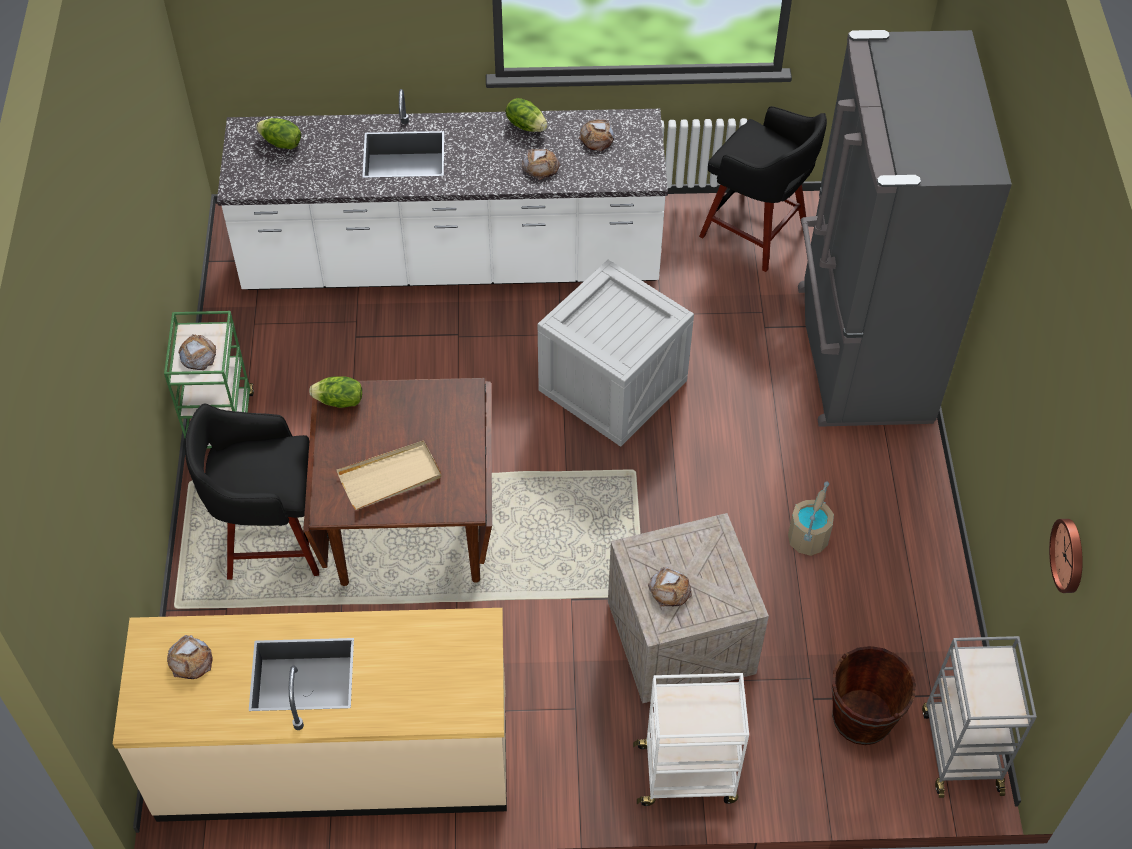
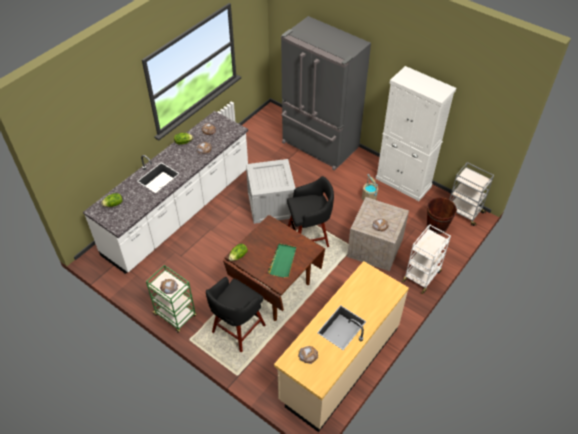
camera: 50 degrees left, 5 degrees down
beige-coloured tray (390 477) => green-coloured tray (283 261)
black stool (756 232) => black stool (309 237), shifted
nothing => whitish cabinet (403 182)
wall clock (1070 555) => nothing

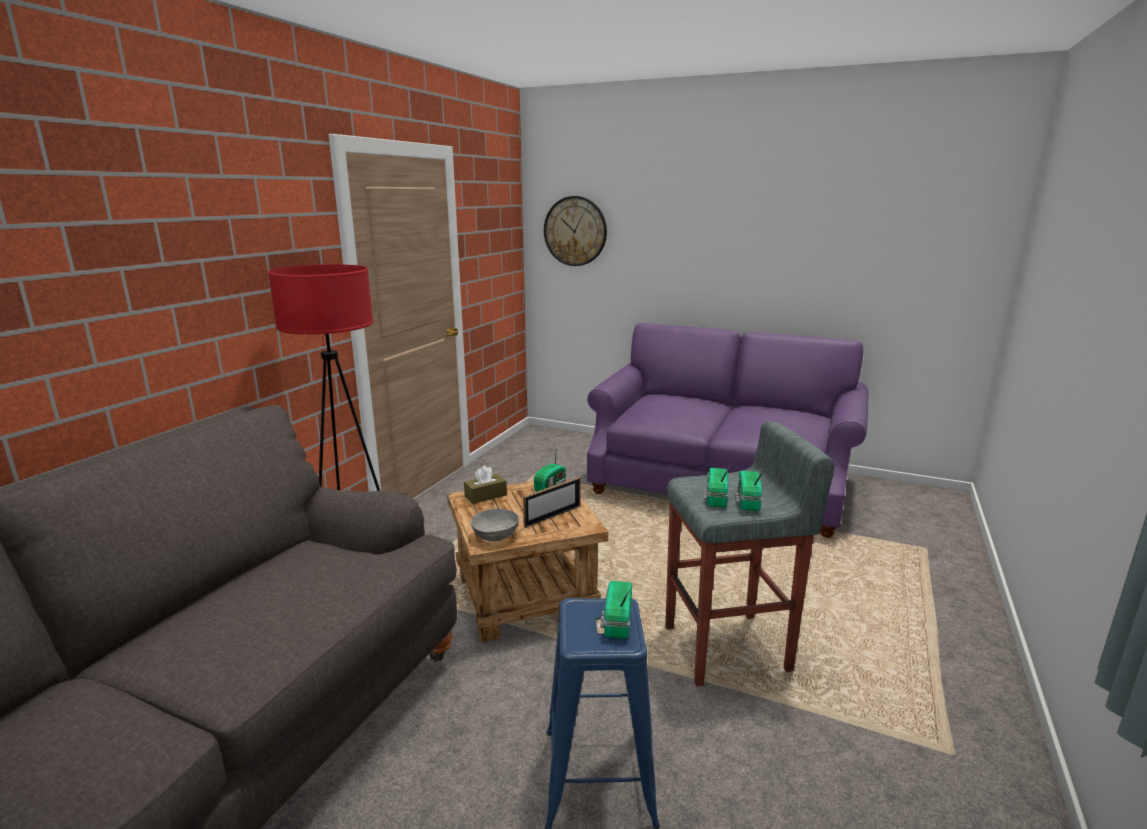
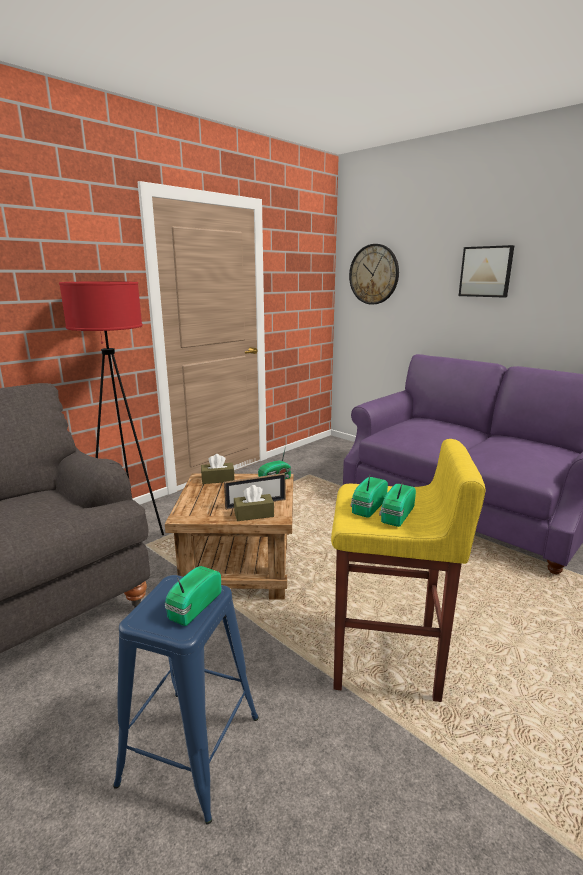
camera: 20 degrees right, 0 degrees up
nothing => brown-coloured tissue holder (254 514)
greyish stool (728 649) => yellow-coloured stool (387 661)
nothing => wall art (486 271)
greyish bowl (496 535) => nothing

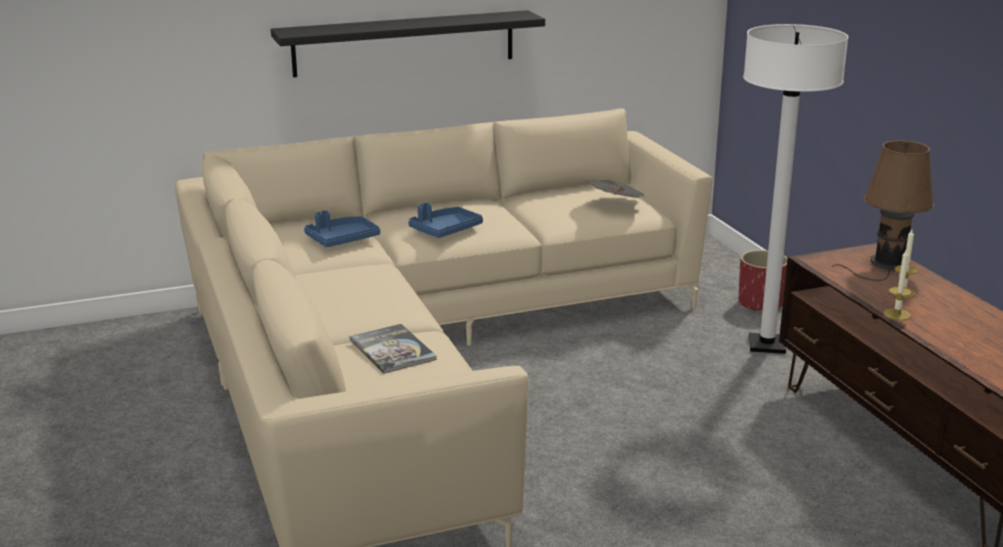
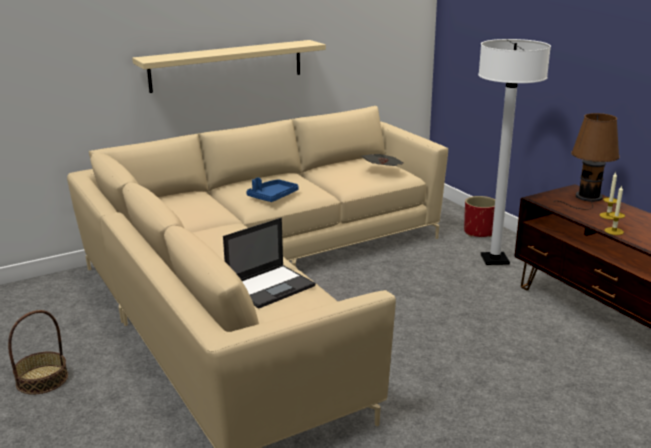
camera: 10 degrees left, 0 degrees up
nothing => household basket (42 379)
black bracket shelf (404 43) => beige-coloured bracket shelf (227 65)
bound book (392 350) => laptop (271 286)
blue-coloured tray (342 239) => nothing

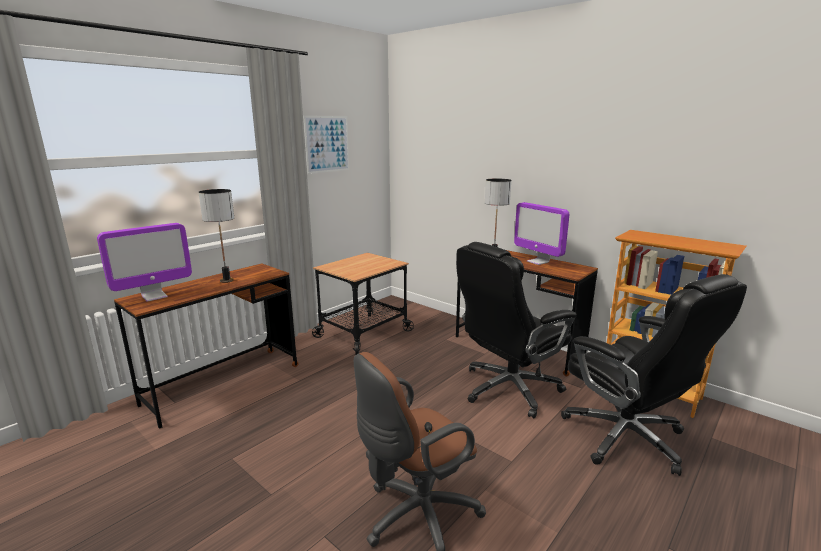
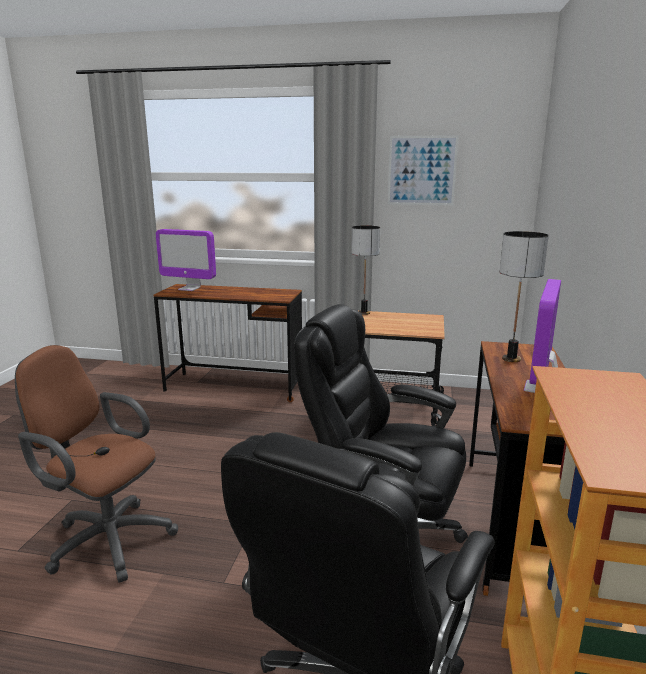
camera: 60 degrees right, 0 degrees up
tabletop lamp (226 280) => tabletop lamp (363 313), shifted

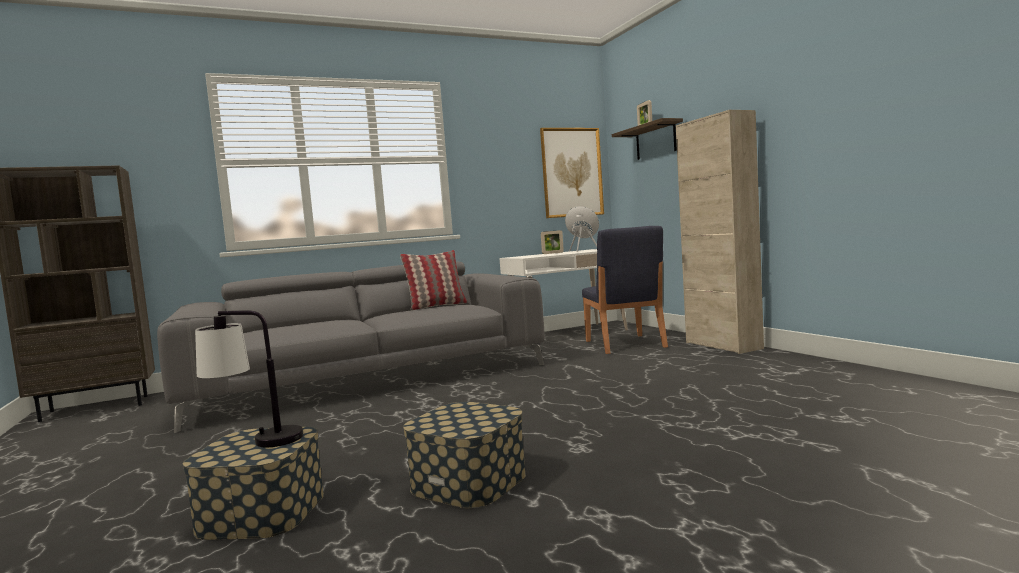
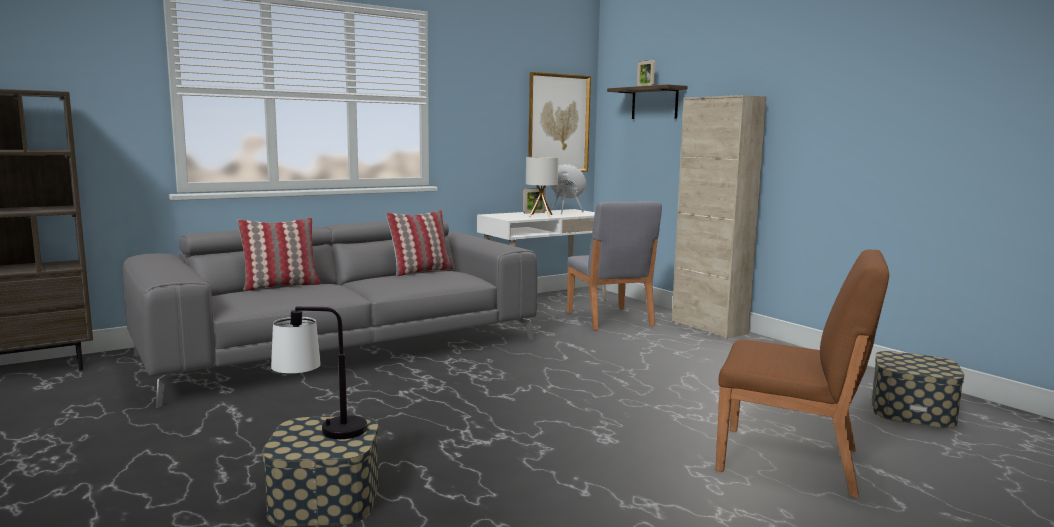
camera: 10 degrees left, 5 degrees up
nothing => cushion (280 286)
nothing => tabletop lamp (540 215)
blue-coloured chair (624 344) => greyish chair (609 319)
nothing => brown-coloured chair (790 460)
storage bin (468 481) => storage bin (912 411), shifted

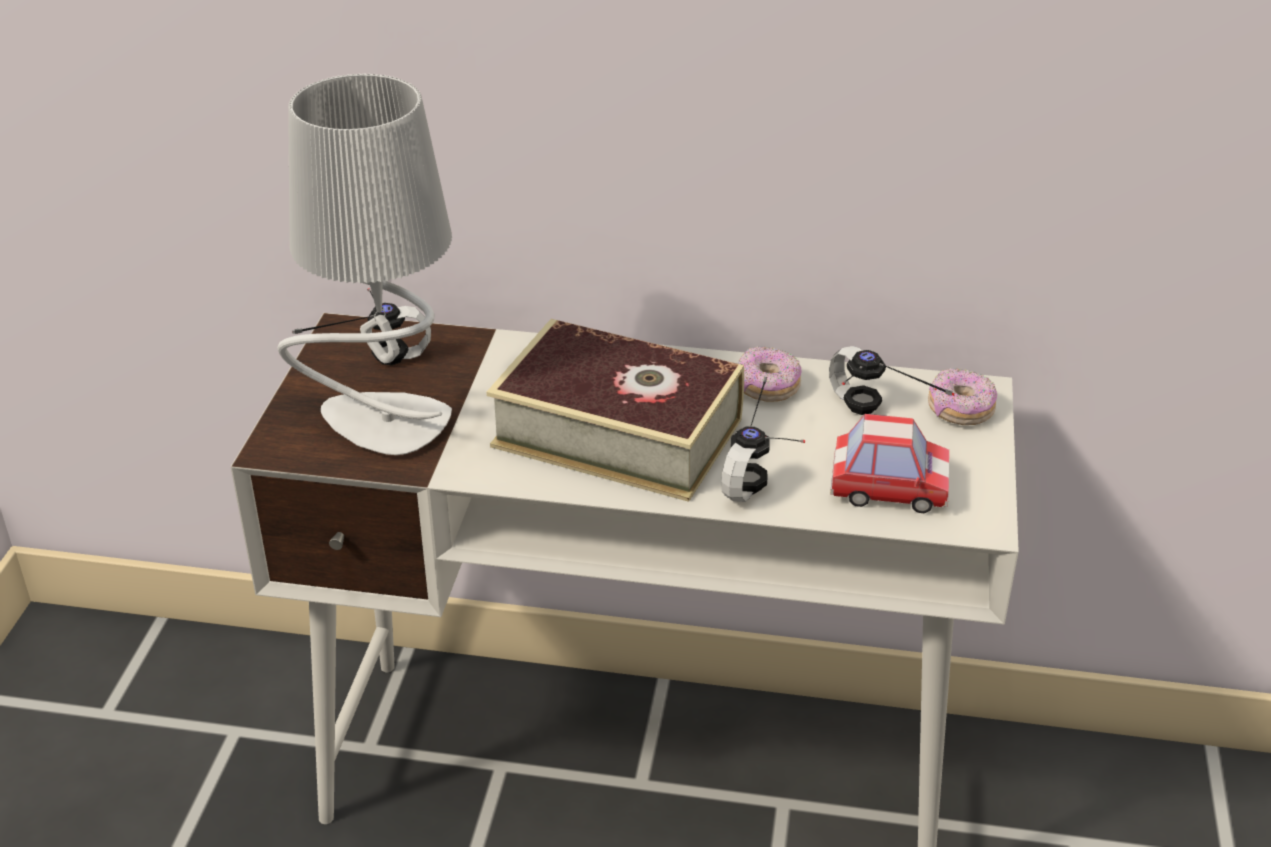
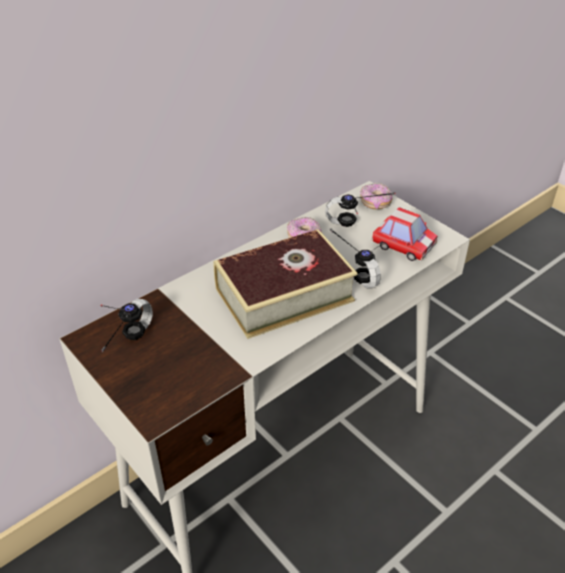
camera: 50 degrees left, 5 degrees up
miniature car (888 489) => miniature car (403 246), 75 degrees clockwise
greyish tabletop lamp (383 425) => nothing

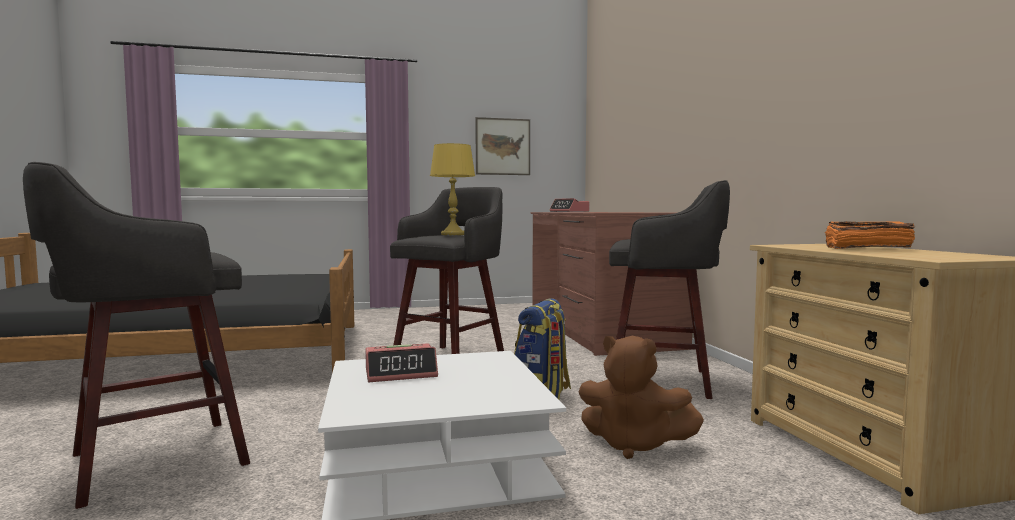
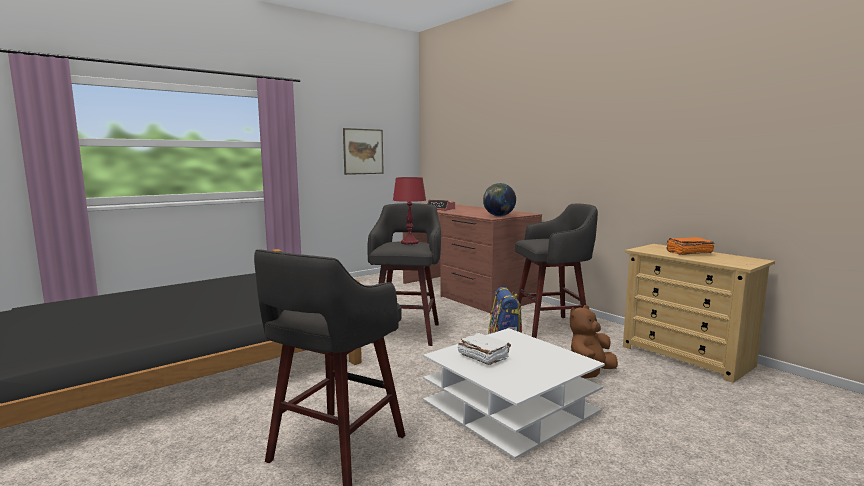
camera: 25 degrees left, 5 degrees up
yellow-coloured tabletop lamp (453 234) => reddish tabletop lamp (409 242)
alarm clock (401 373) => whitish bound book (483 357)
nothing => desk globe (499 216)
brown-coloured cuddly toy (634 445) => brown-coloured cuddly toy (590 373), 135 degrees clockwise

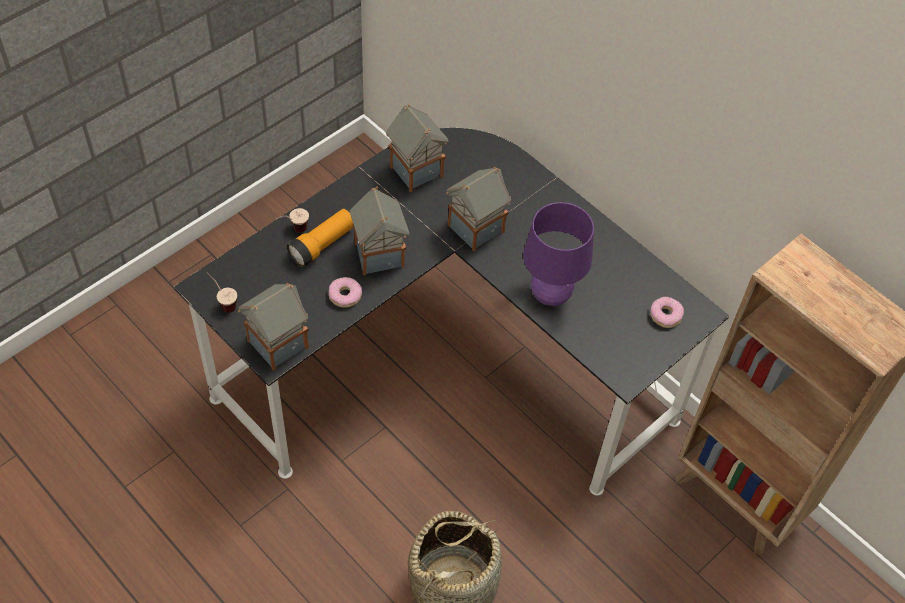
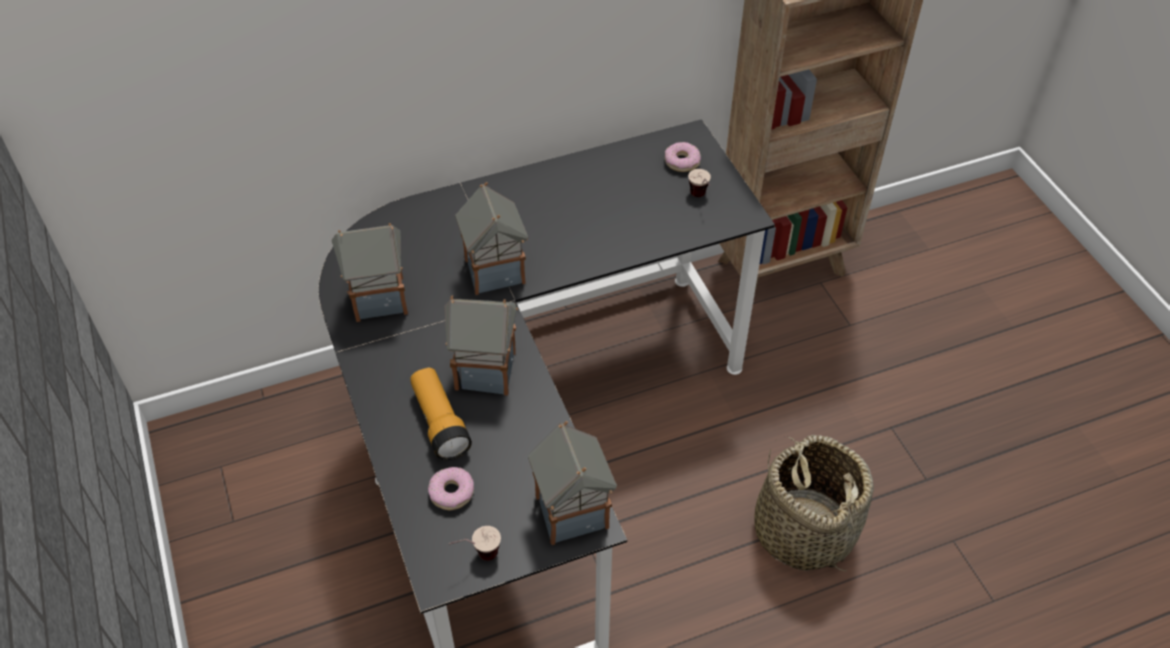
camera: 65 degrees left, 5 degrees down
doughnut (345 295) => doughnut (451 492), shifted
cup (293 231) => cup (700 198), shifted
purple-coloured tabletop lamp (550 295) => nothing

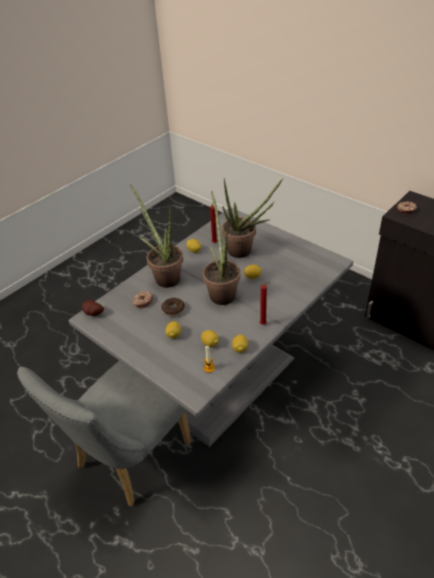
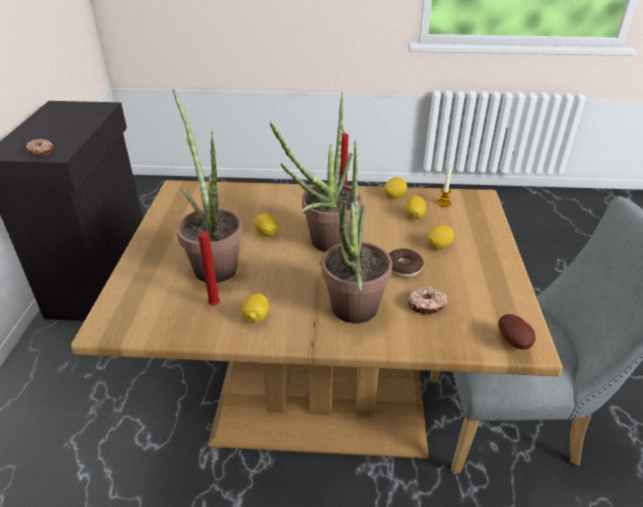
camera: 130 degrees left, 5 degrees down
greyish dining table (222 379) => brown-coloured dining table (321 402)

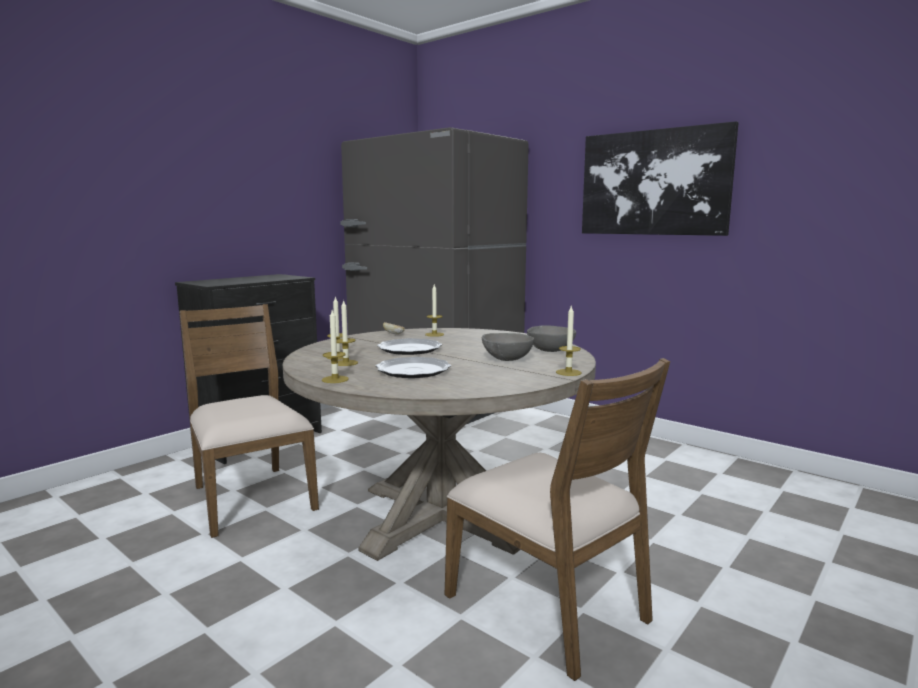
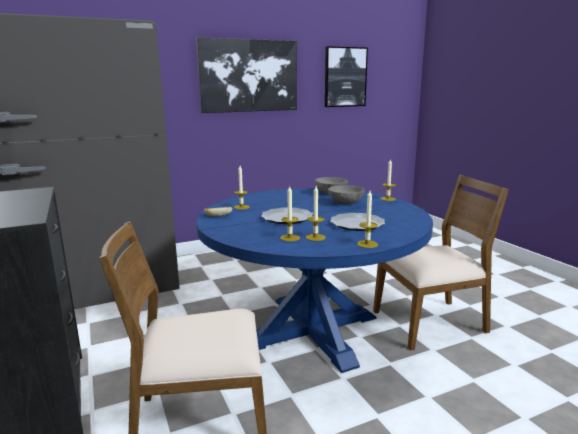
camera: 65 degrees left, 5 degrees up
beige-coloured dining table (441 515) => blue-coloured dining table (312 330)
nothing => wall art (345 77)

